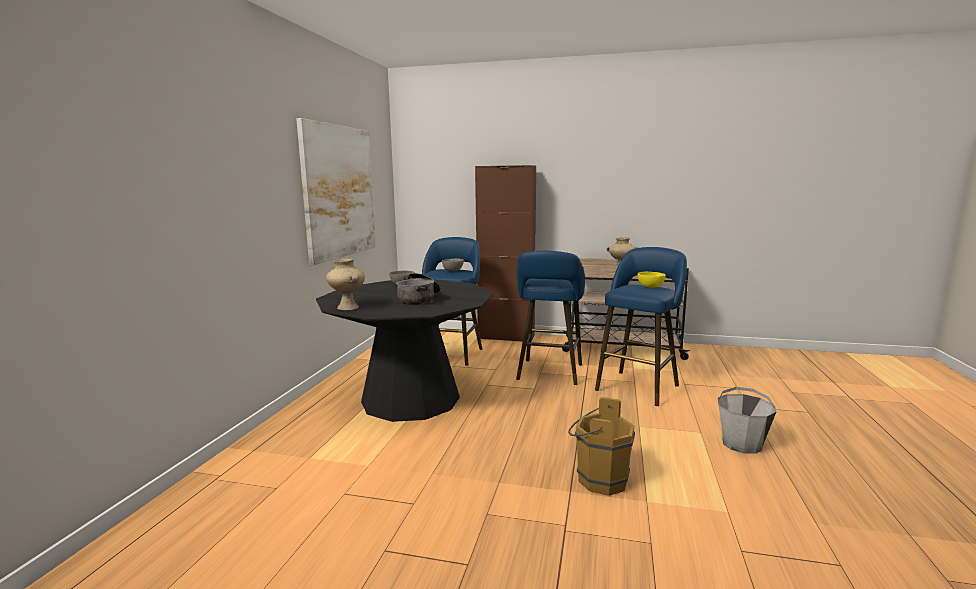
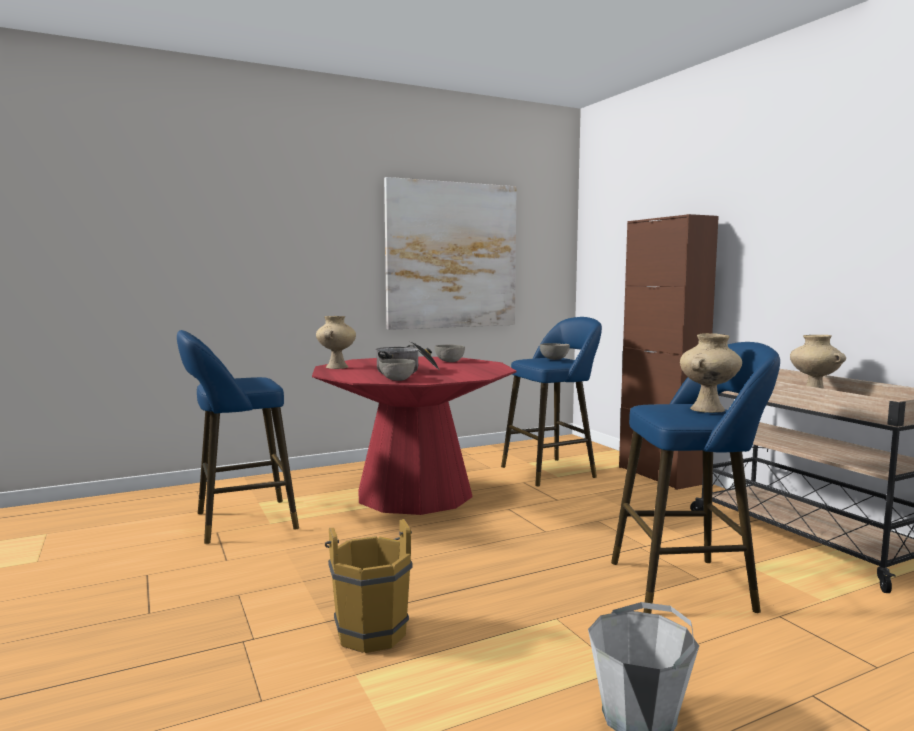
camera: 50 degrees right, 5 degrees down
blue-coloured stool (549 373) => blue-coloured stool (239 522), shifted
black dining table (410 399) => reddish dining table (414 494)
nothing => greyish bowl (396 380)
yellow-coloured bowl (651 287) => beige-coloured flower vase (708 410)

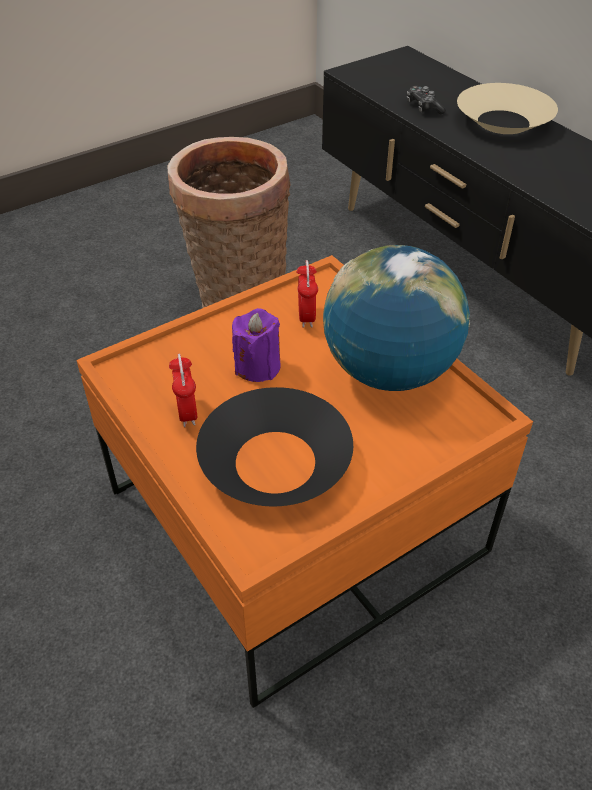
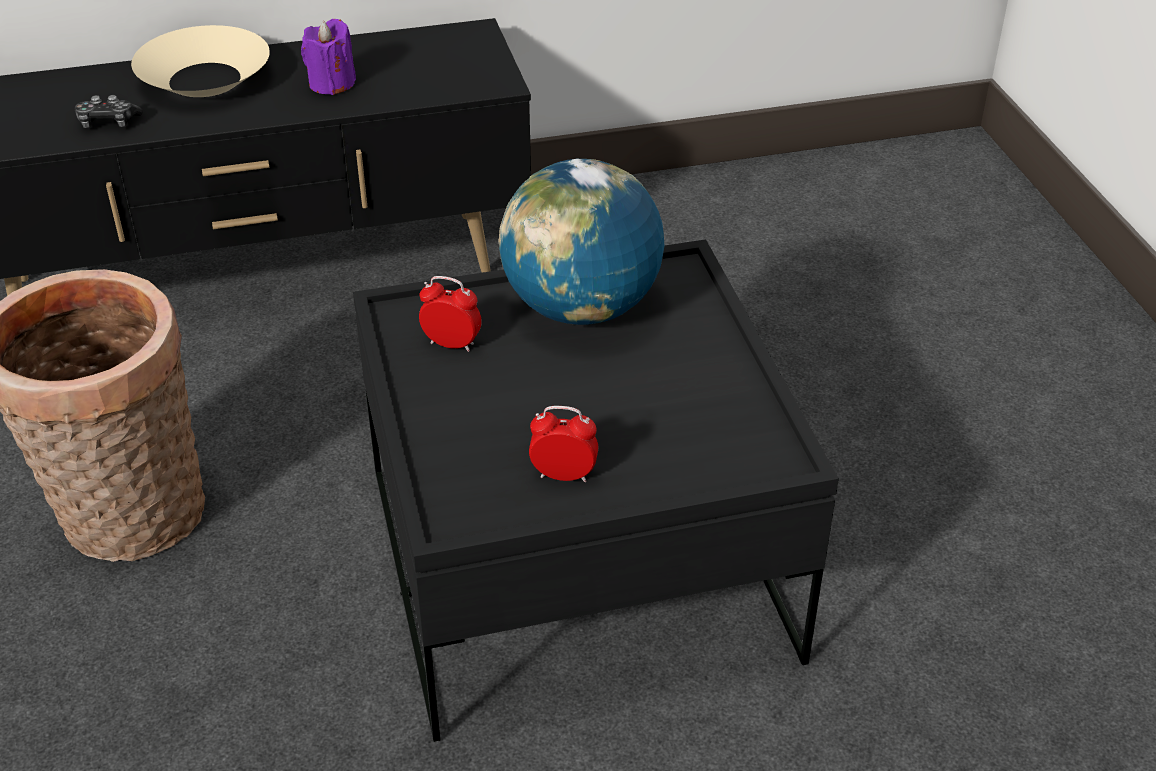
camera: 70 degrees left, 5 degrees down
purple-coloured wax candle (257 367) => purple-coloured wax candle (332 83), shifted
orange-coloured low table (295 522) => black low table (578 565)
black bowl (276 461) => nothing

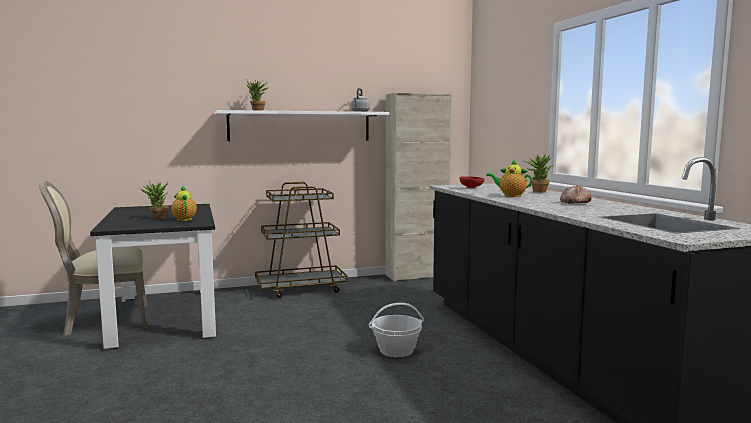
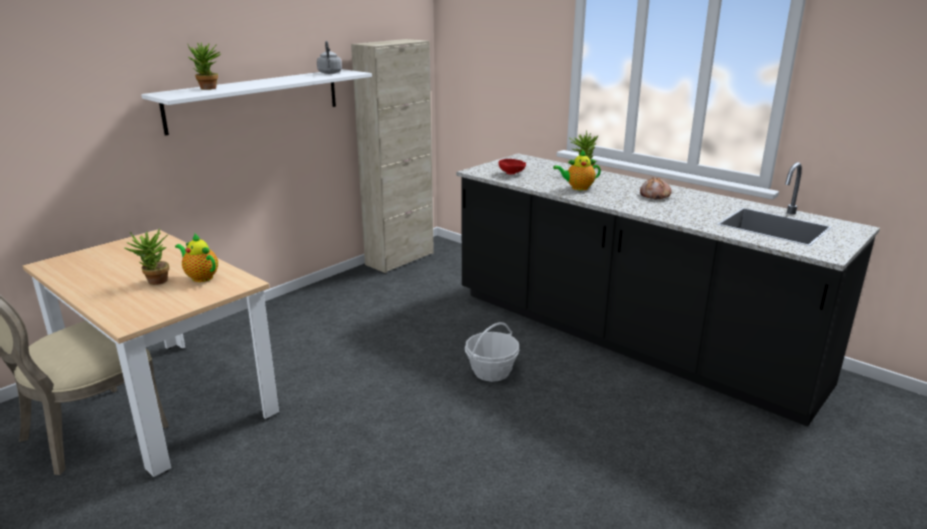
camera: 30 degrees left, 15 degrees up
black dining table (165 317) => beige-coloured dining table (168 401)
brown-coloured wheeled cart (301 288) => nothing

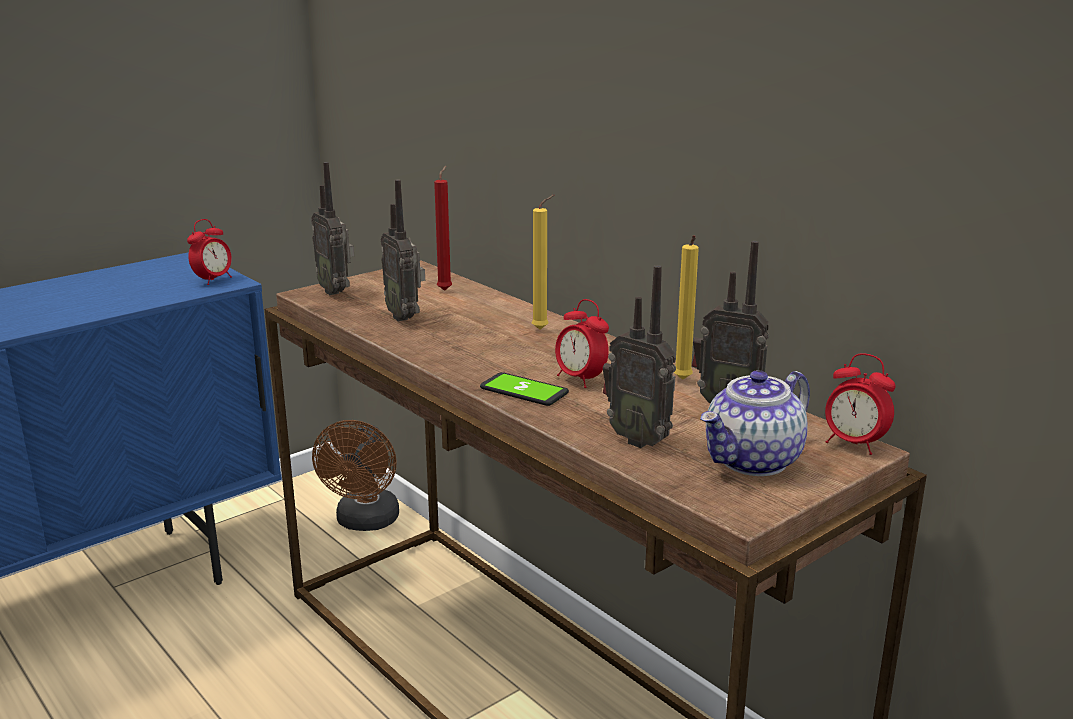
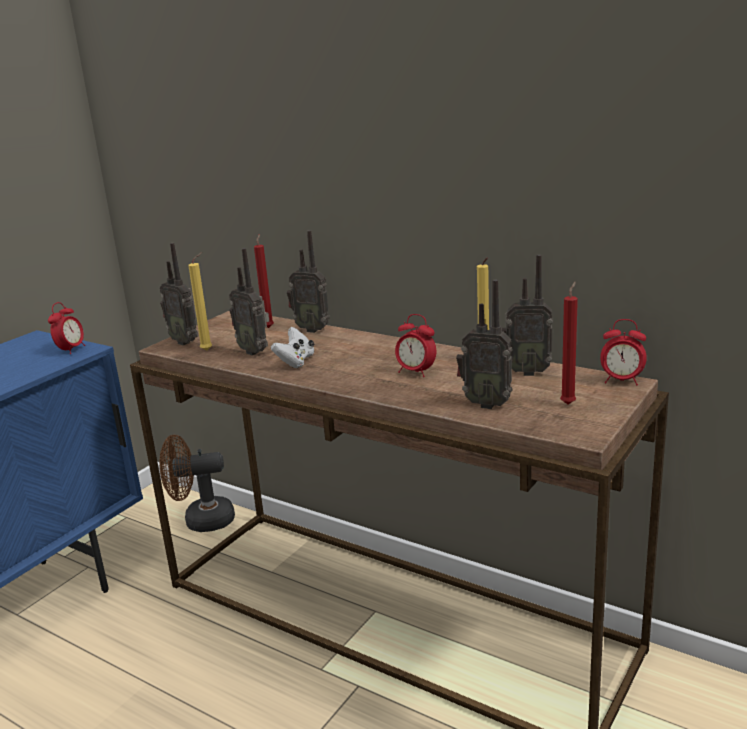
camera: 15 degrees left, 0 degrees up
brown-coloured fan (365 522) => brown-coloured fan (201 521), 90 degrees clockwise
yellow-coloured wax candle (542 329) => yellow-coloured wax candle (208 350), shifted
nothing => whitish game controller (295 362)
nothing => radio set (312 329)
pot for tea (753 461) => reddish wax candle (569 403)
telephone (524 391) => nothing

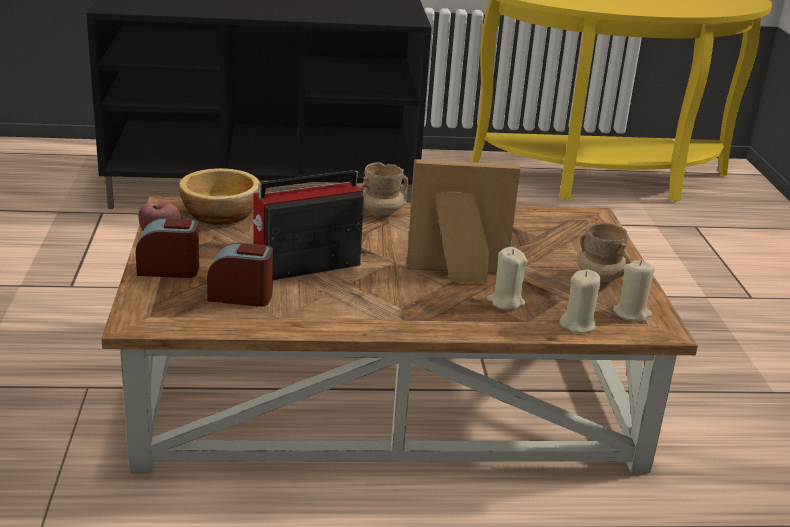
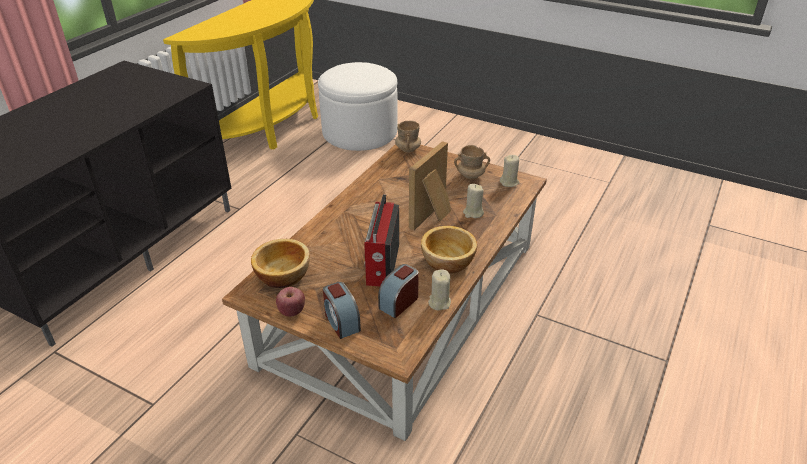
camera: 55 degrees left, 10 degrees up
nothing => whitish ottoman (360 132)
alarm clock (169 269) => alarm clock (341 322), 60 degrees counterclockwise
beige-coloured coffee mug (381 212) => beige-coloured coffee mug (408 149), shifted
nothing => bowl (449 262)
beige-coloured wax candle (578 324) => beige-coloured wax candle (439 302), shifted

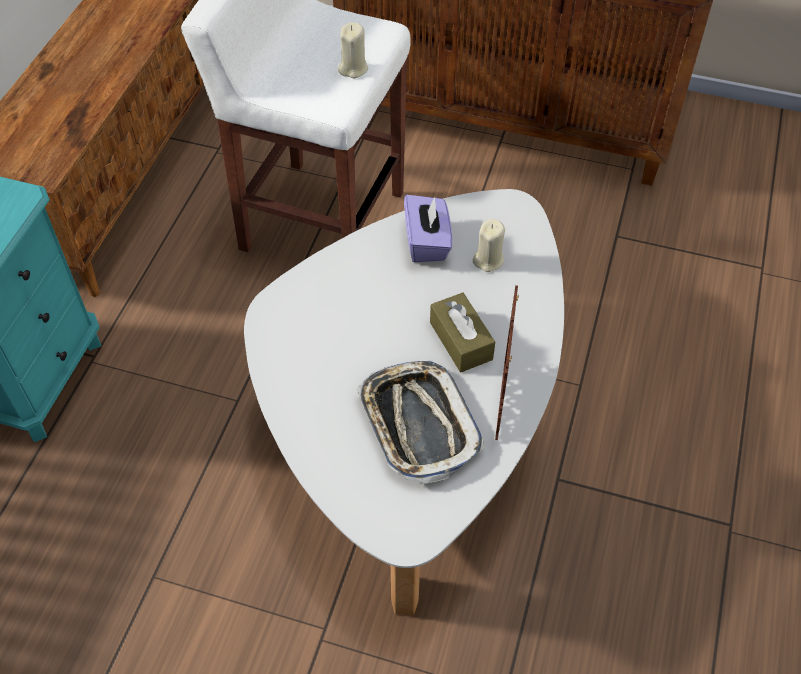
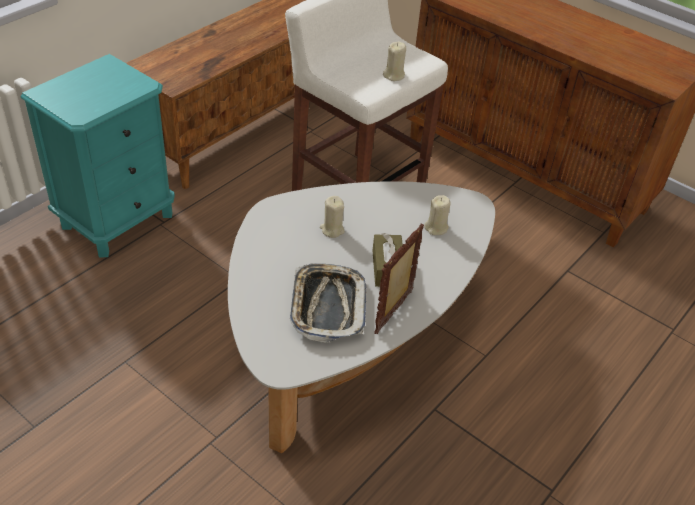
camera: 20 degrees right, 10 degrees down
nothing => beige-coloured wax candle (332 230)
purple-coloured tissue holder (427 242) => nothing

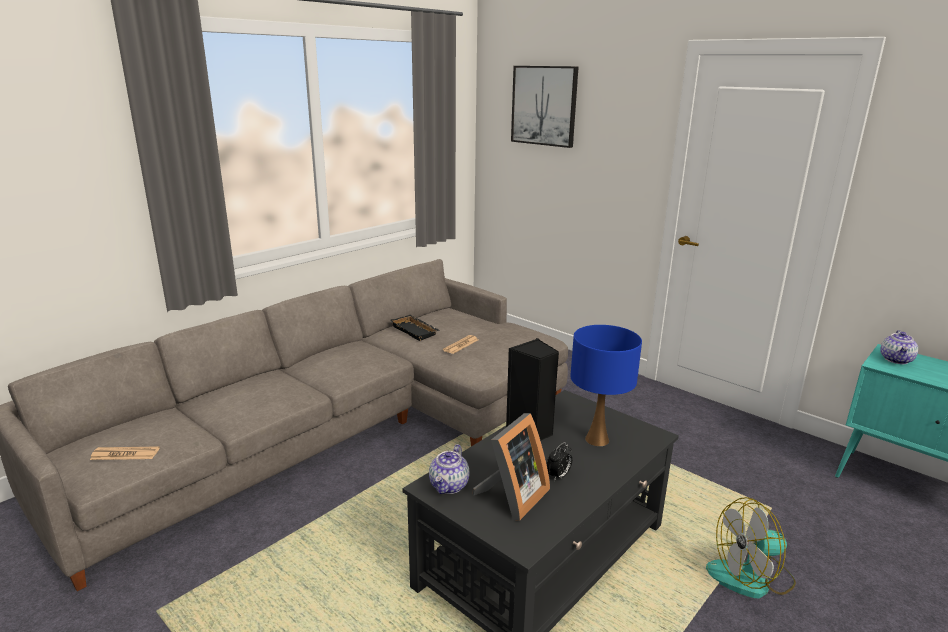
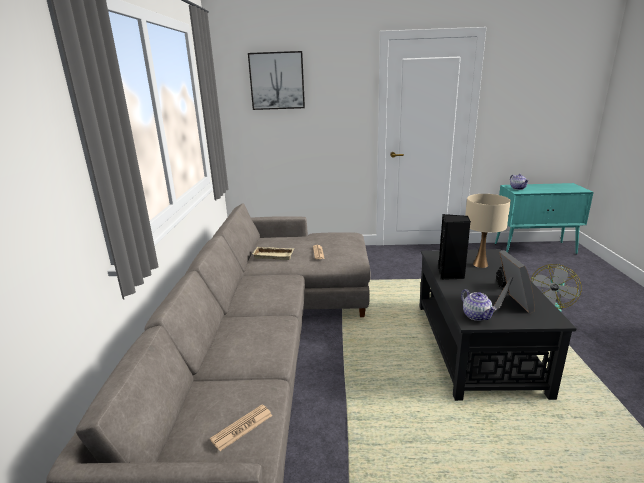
camera: 40 degrees left, 0 degrees up
black tray (416 331) => beige-coloured tray (274 255)
blue-coloured tabletop lamp (597 439) => beige-coloured tabletop lamp (480 264)

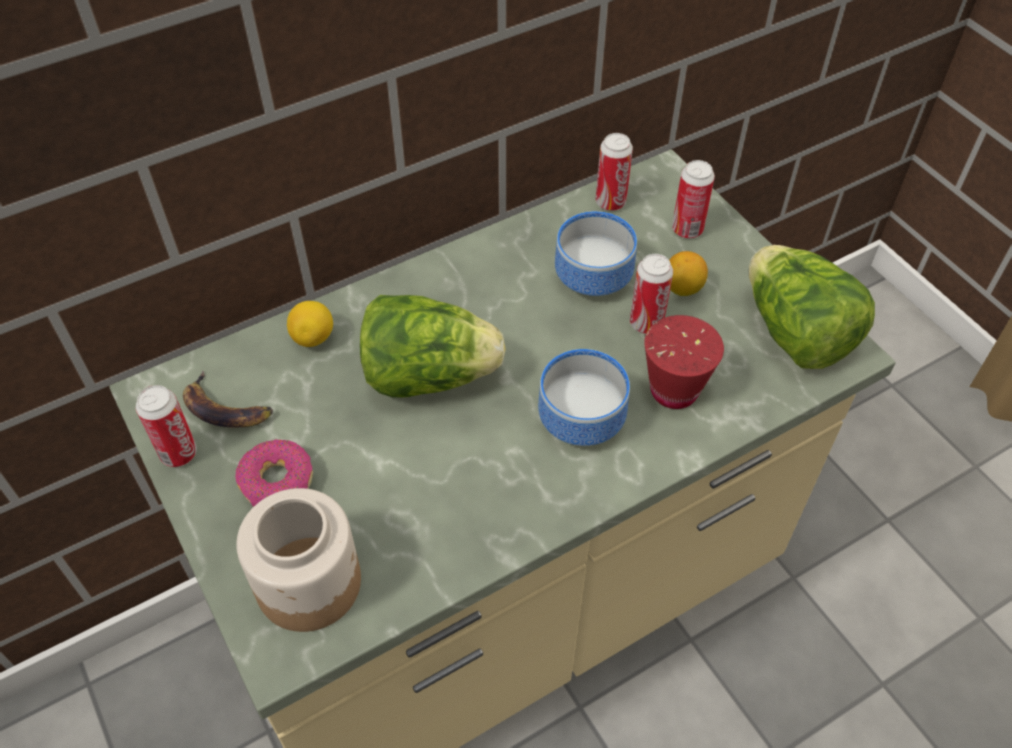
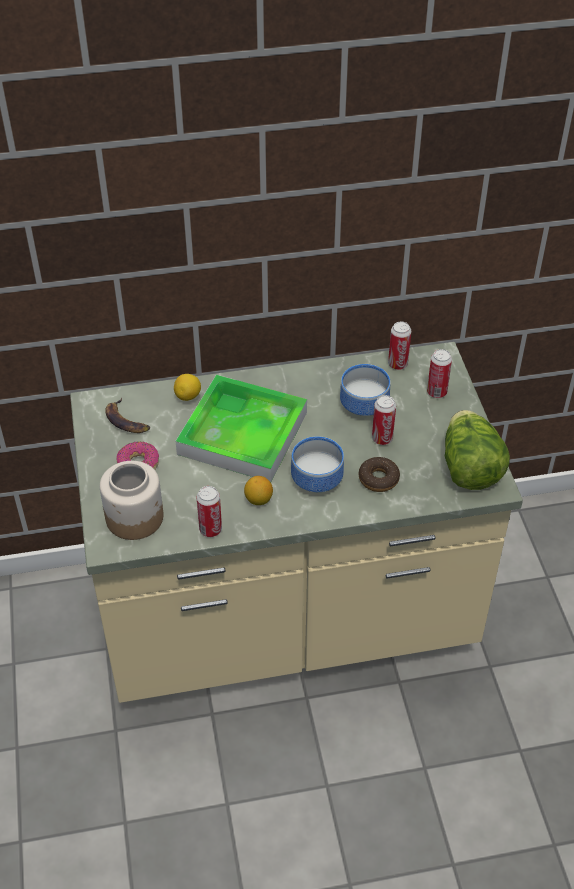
camera: 20 degrees right, 5 degrees down
head of lettuce (428 375) => tray (243 433)
metal can (178 453) => metal can (210 529), shifted
lemon (683 288) => lemon (258 500), shifted
reddish cup (674 390) => doughnut (378 479)

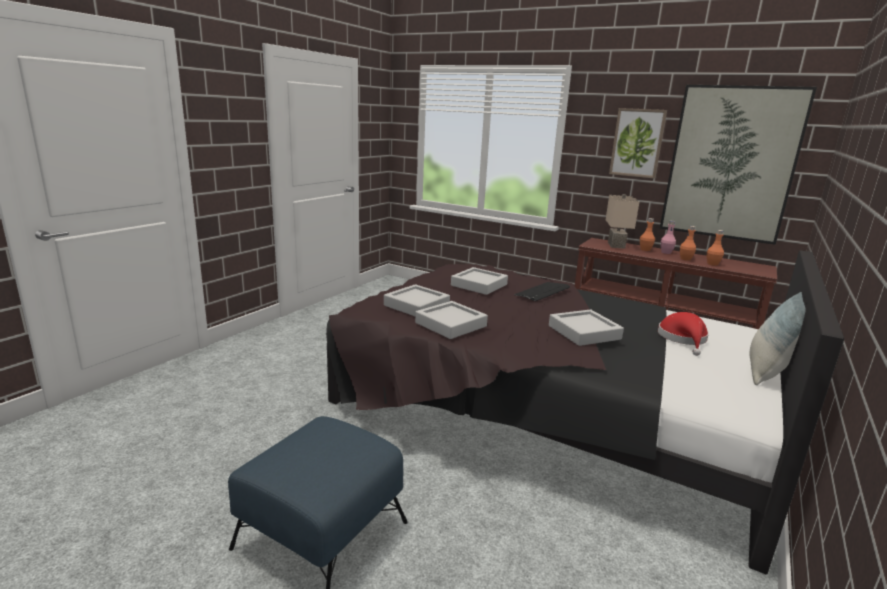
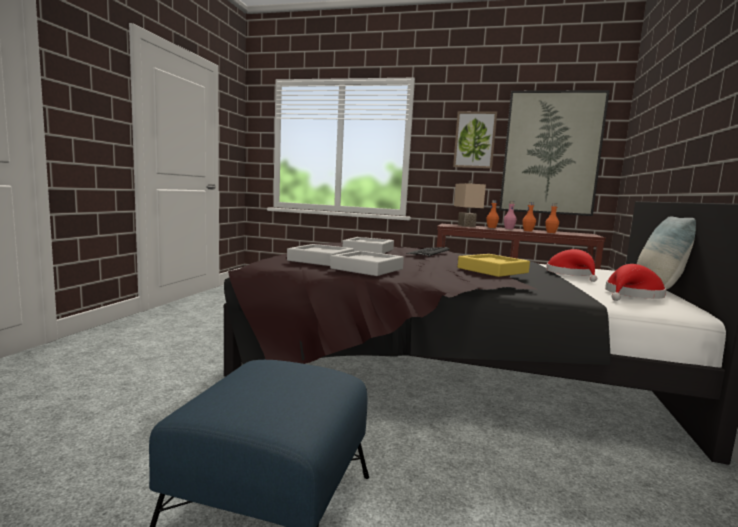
camera: 15 degrees left, 10 degrees down
greyish tray (584 332) => yellow-coloured tray (492 270)
nothing => reddish clothing hat (632 295)

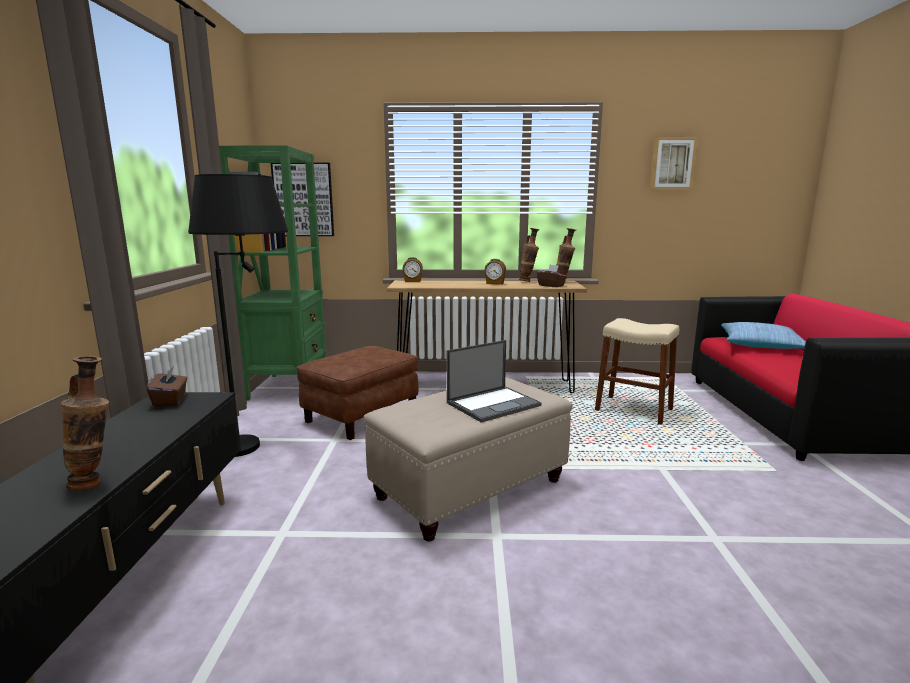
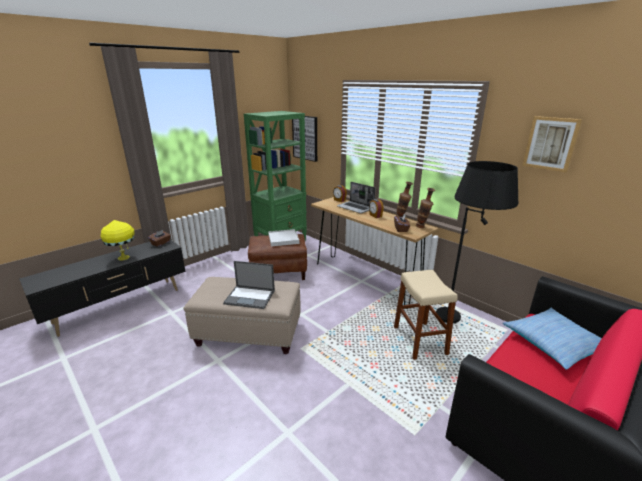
camera: 45 degrees right, 10 degrees up
nothing => yellow-coloured tabletop lamp (123 258)
nothing => whitish tray (283 239)
nothing => laptop (356 208)
black standard lamp (261 447) => black standard lamp (461 321), shifted
flower vase (95 483) => nothing

